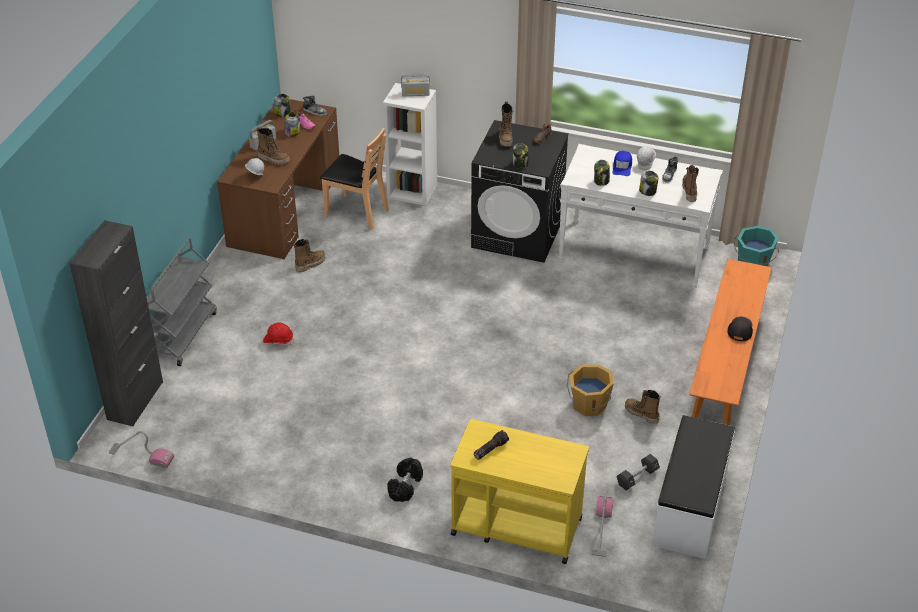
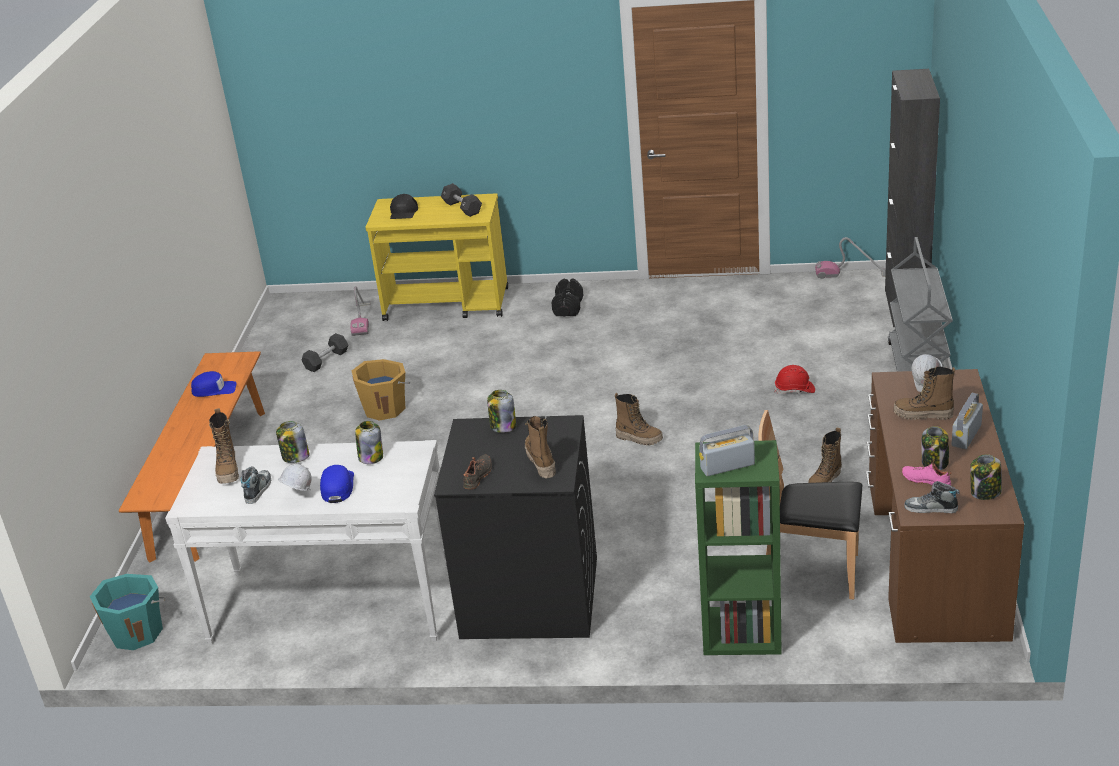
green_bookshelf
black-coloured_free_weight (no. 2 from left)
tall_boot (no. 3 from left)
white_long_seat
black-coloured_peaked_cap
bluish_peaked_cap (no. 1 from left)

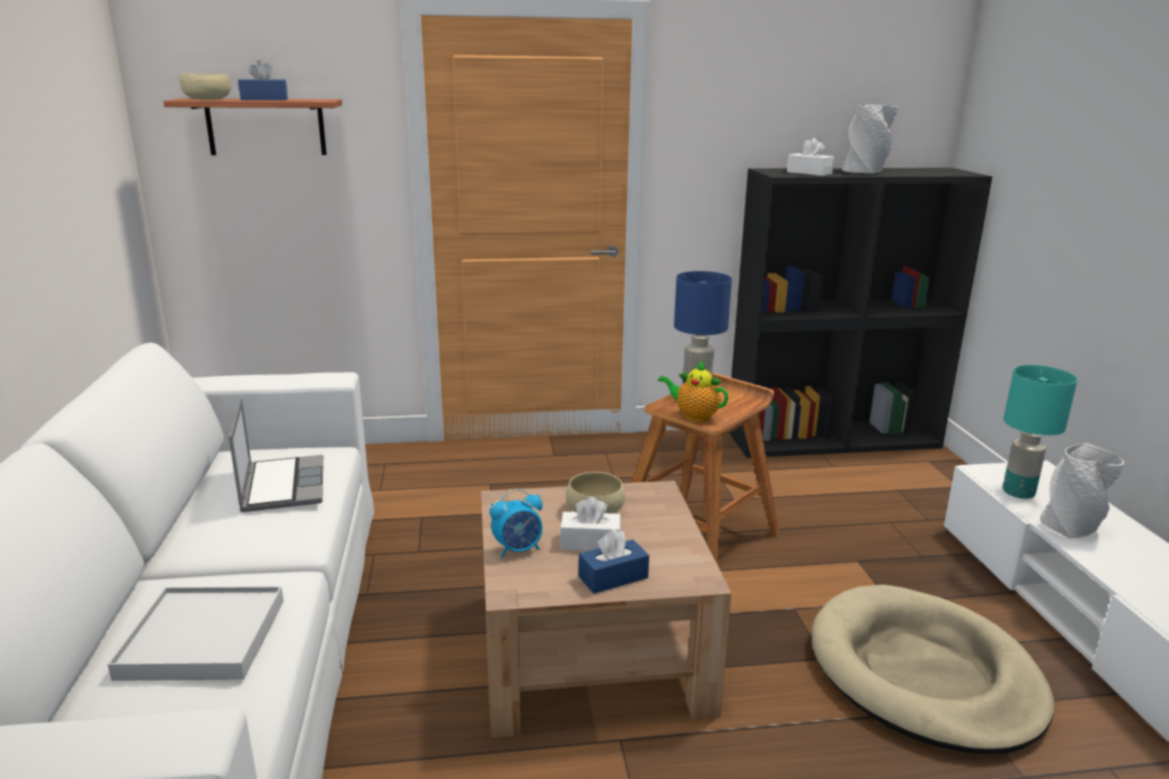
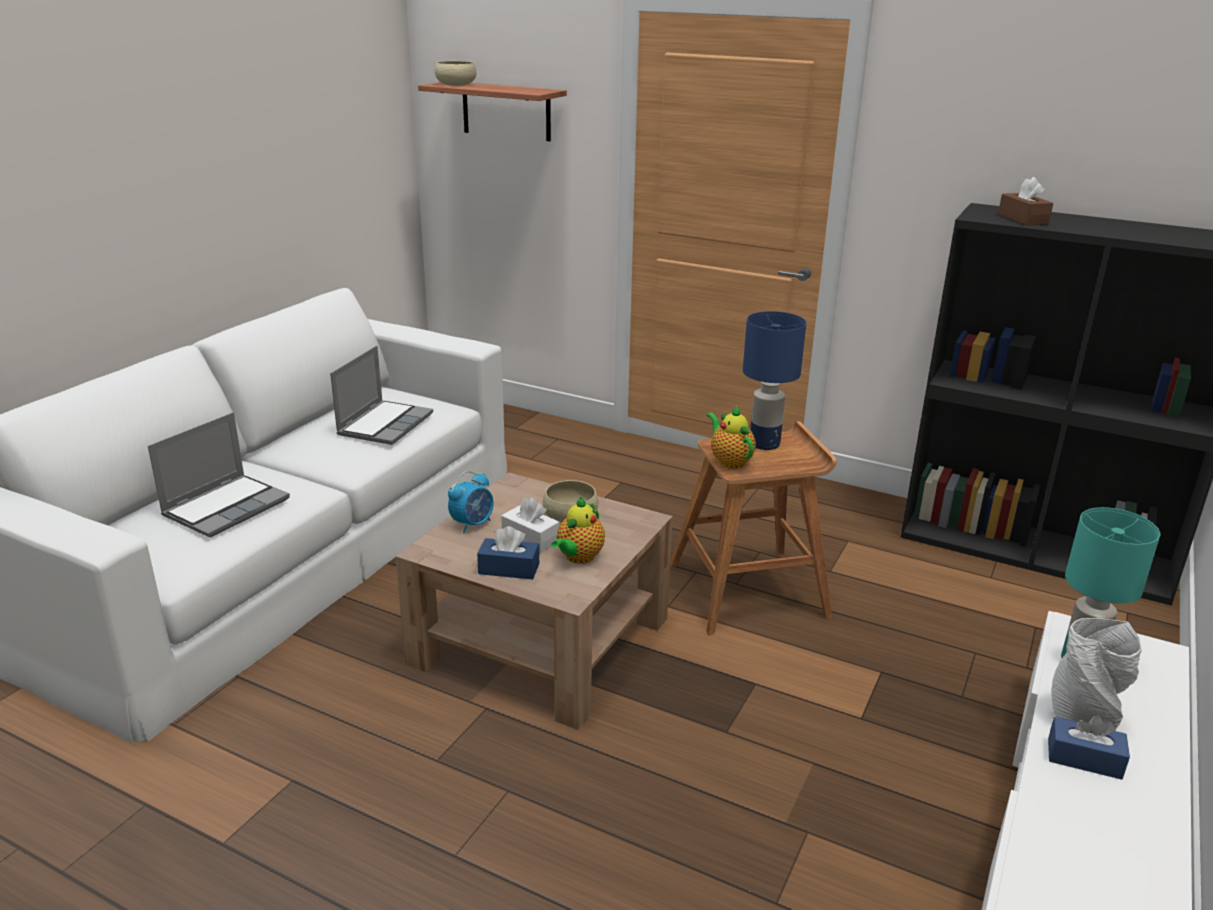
portable_computer (no. 1 from left)
bluish_tissue_holder (no. 2 from left)
bedside_clock
brownish_tissue_holder
beige-coloured_dog_bed
gray_vase (no. 1 from left in the first image)
teapot (no. 1 from left)

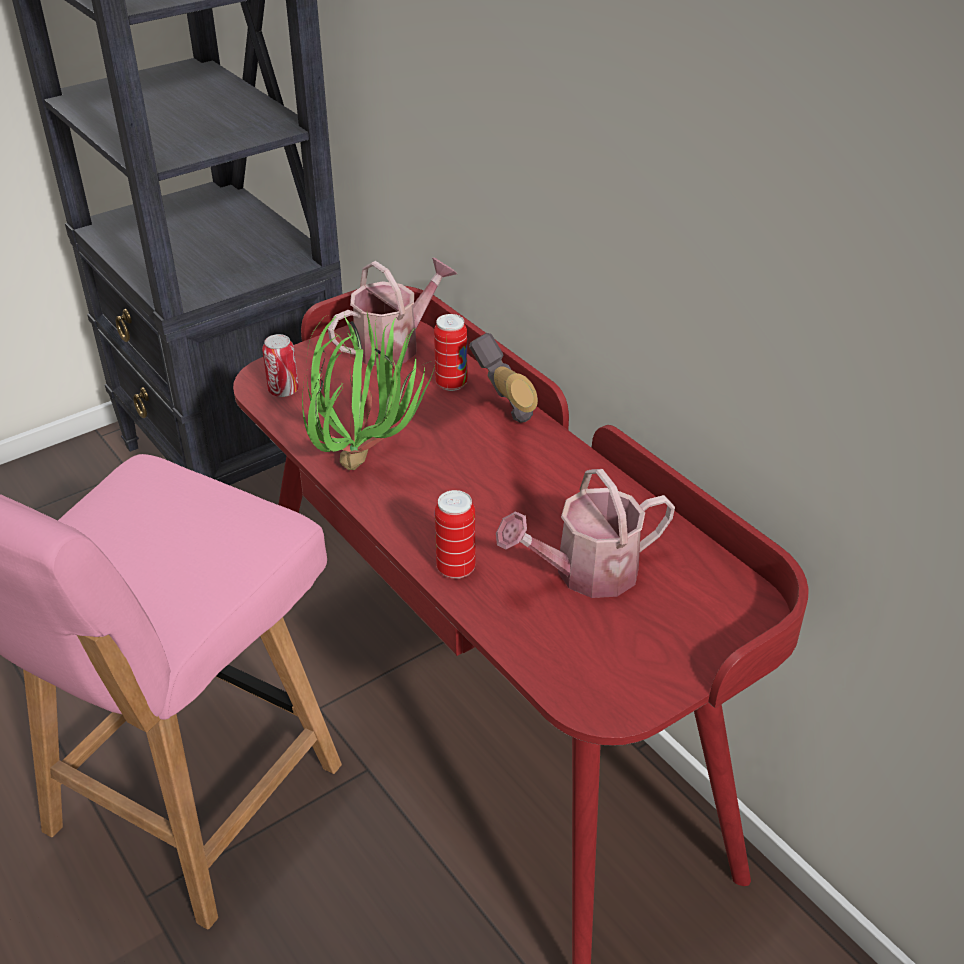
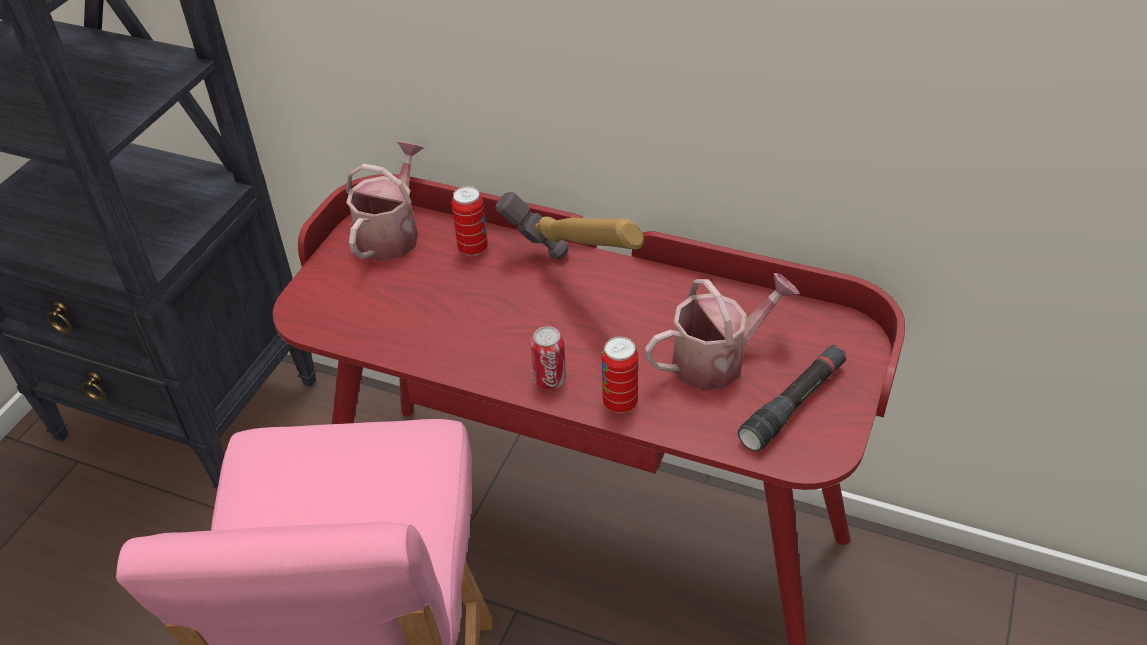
can (no. 2 from left)
plant_in_a_pot
watering_can (no. 2 from left)
black-coloured_flashlight

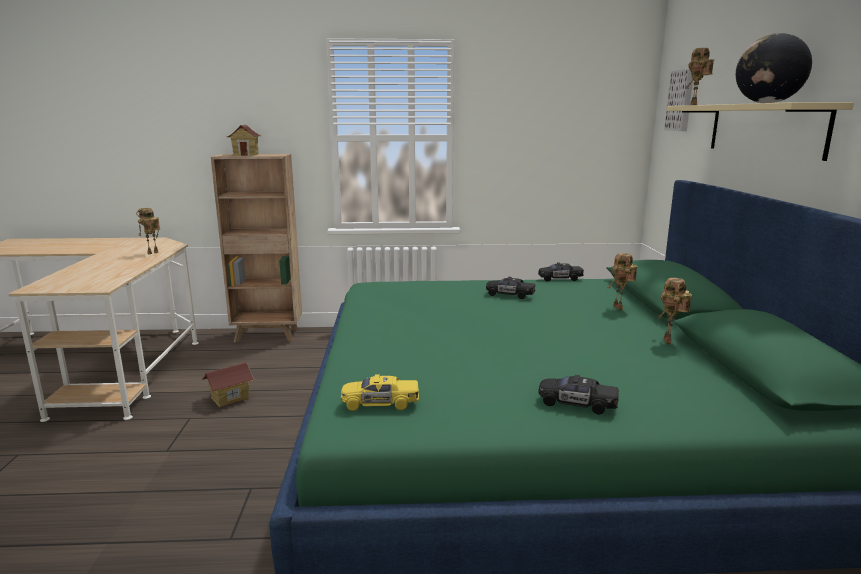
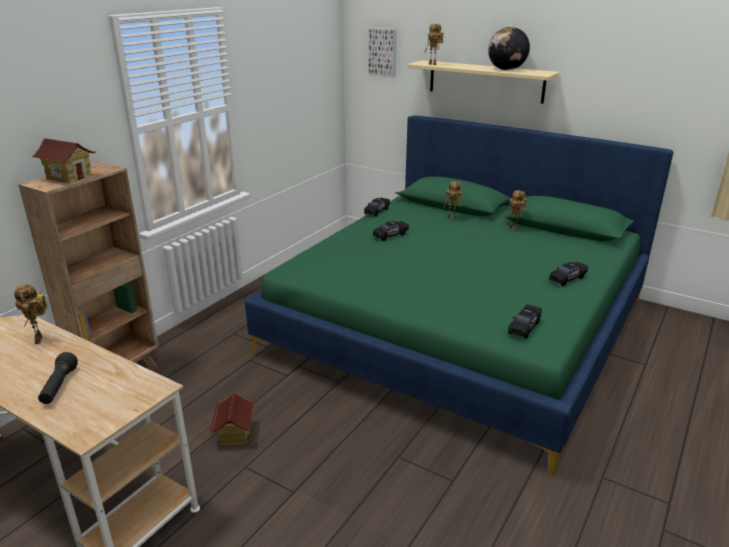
black-coloured_model_car (no. 3 from left)
black-coloured_flashlight

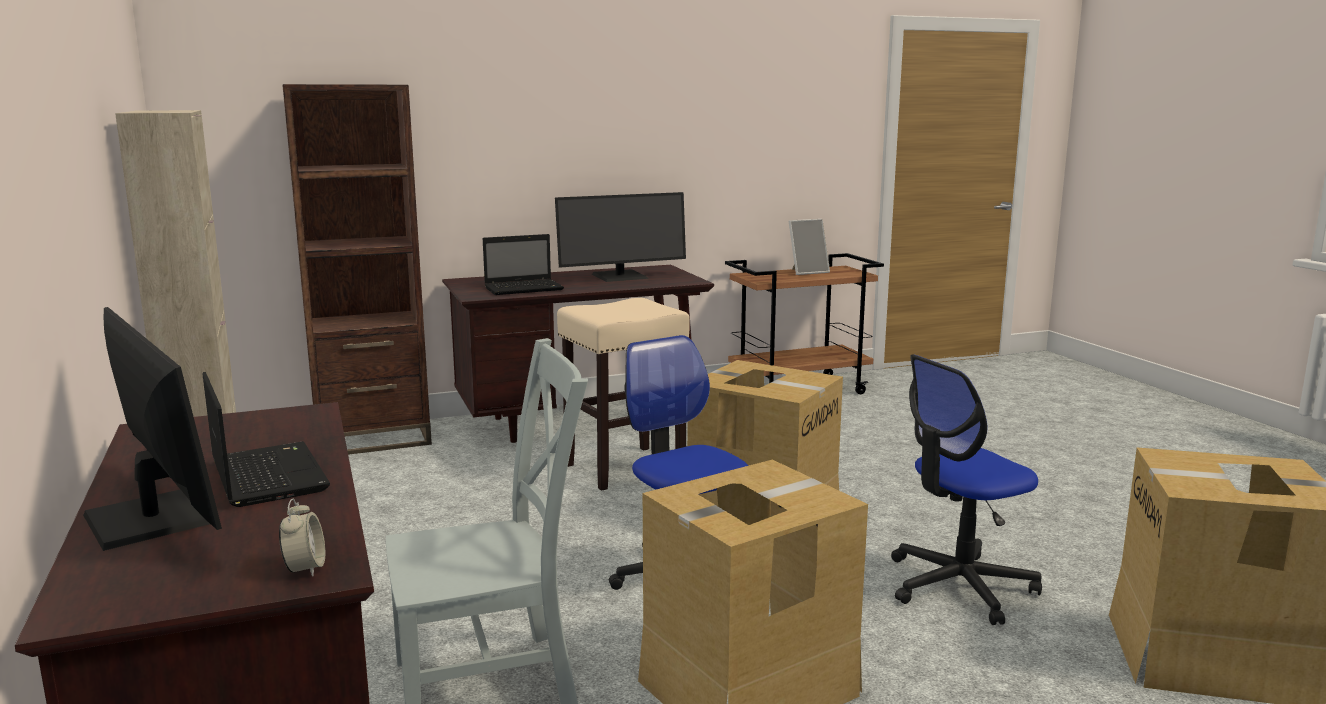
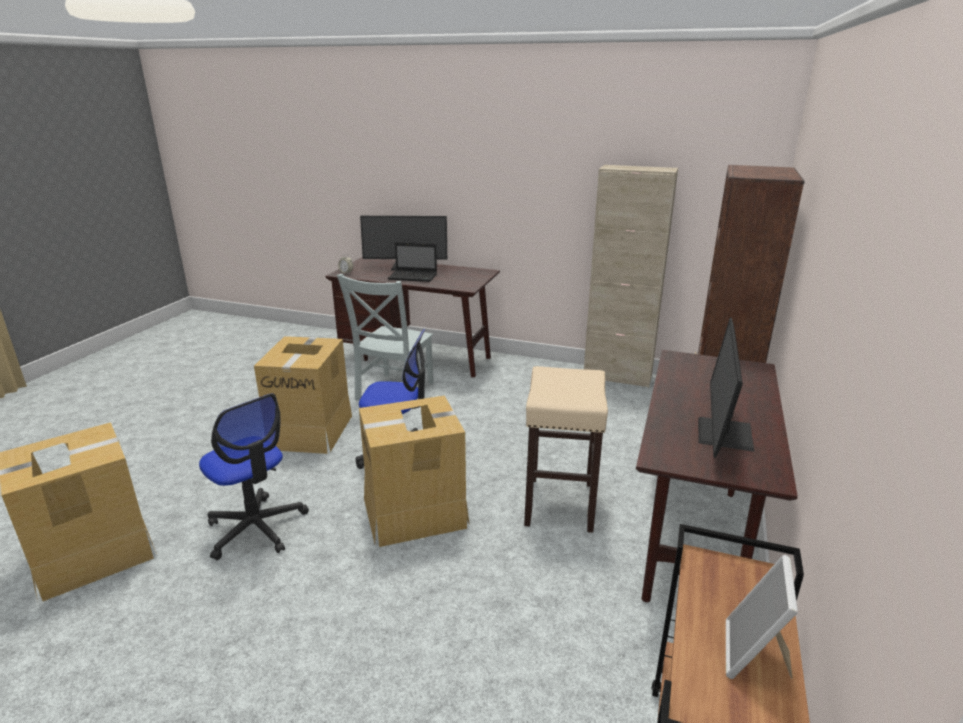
portable_computer (no. 2 from left in the first image)
desk_chair (no. 1 from left)

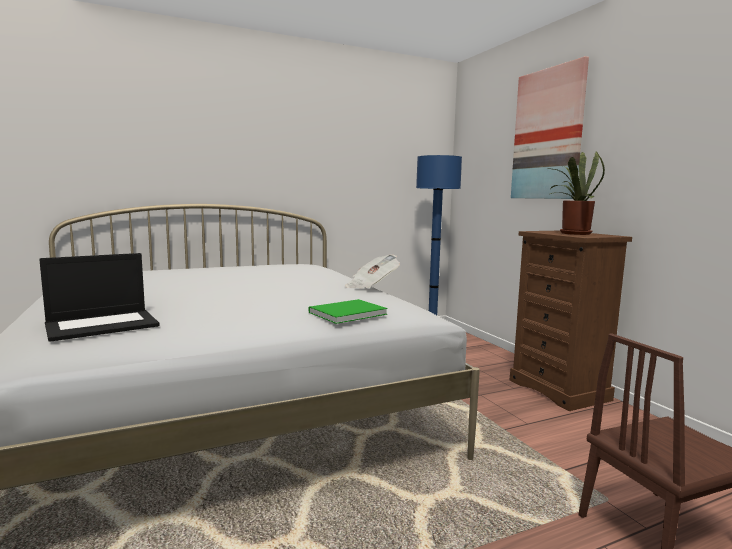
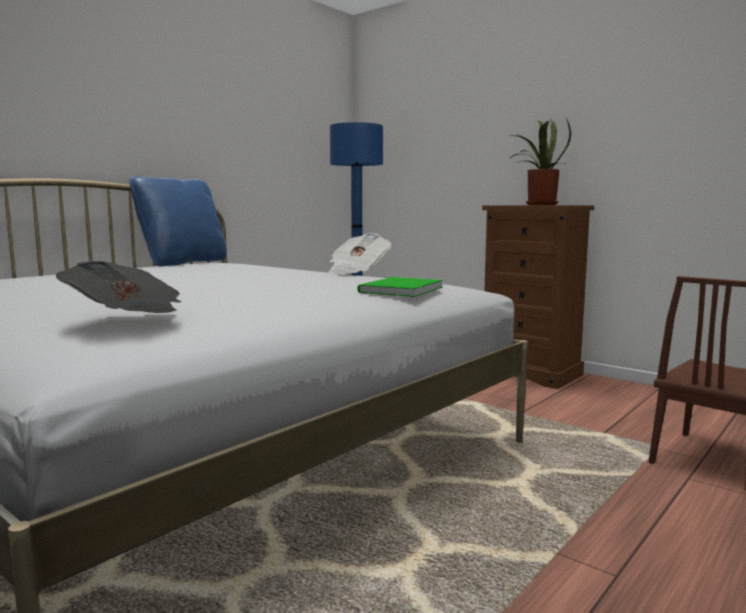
printed_paper (no. 1 from left)
wall_art
bluish_cushion

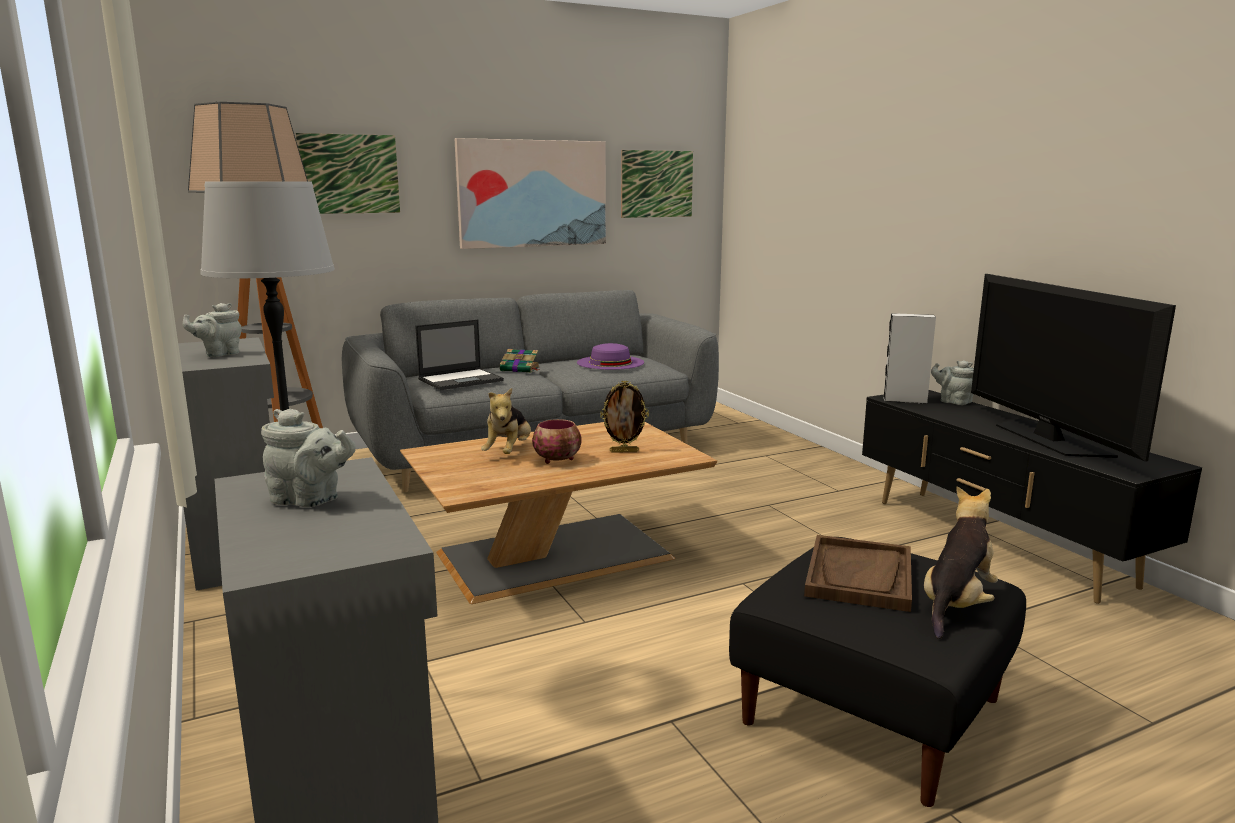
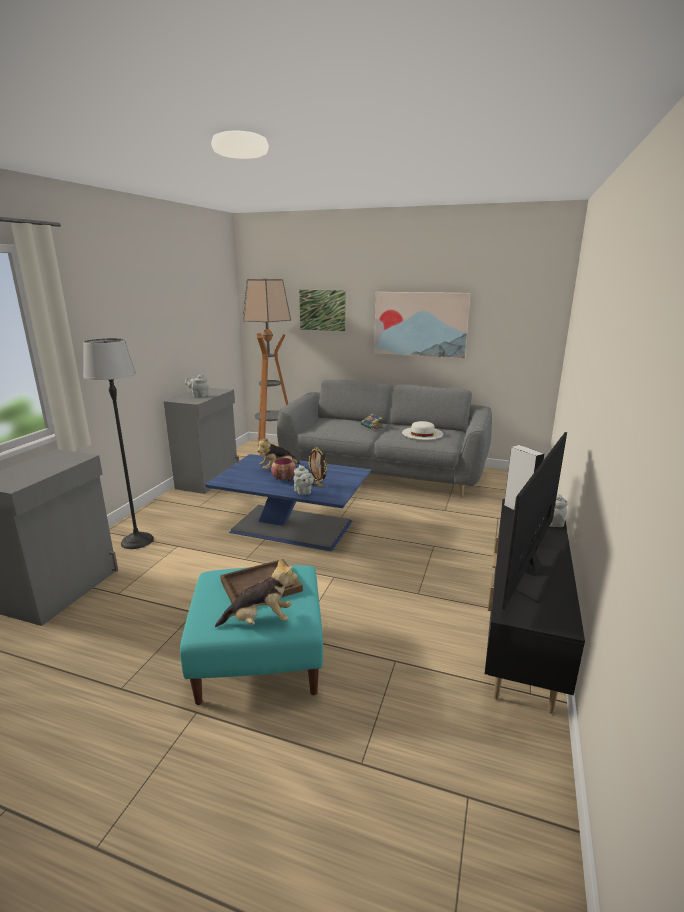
gray_teapot (no. 2 from left)
bluish_coffee_table
portable_computer
white_clothing_hat
wall_art (no. 3 from left in the first image)
turquoise-coloured_footrest

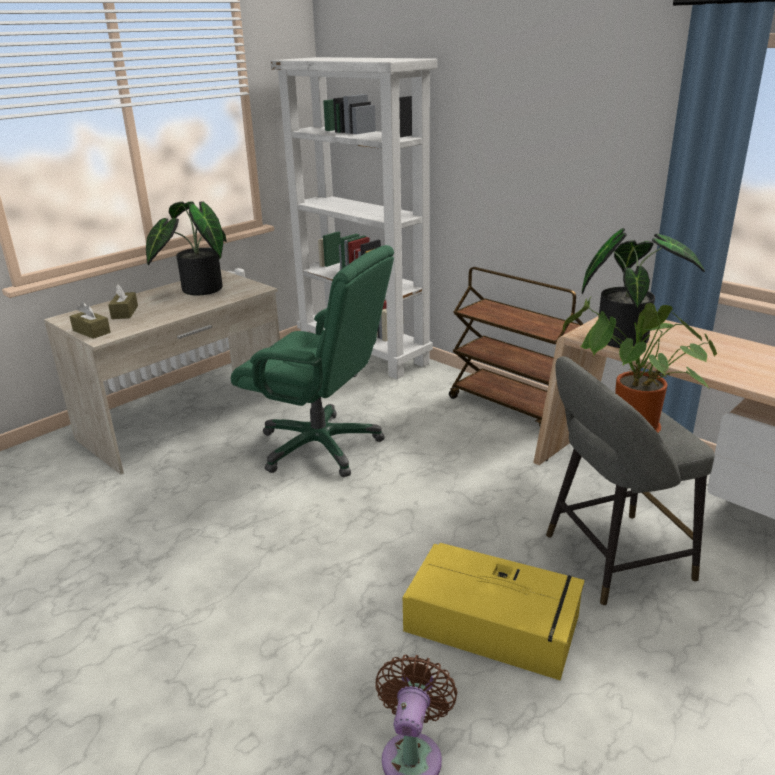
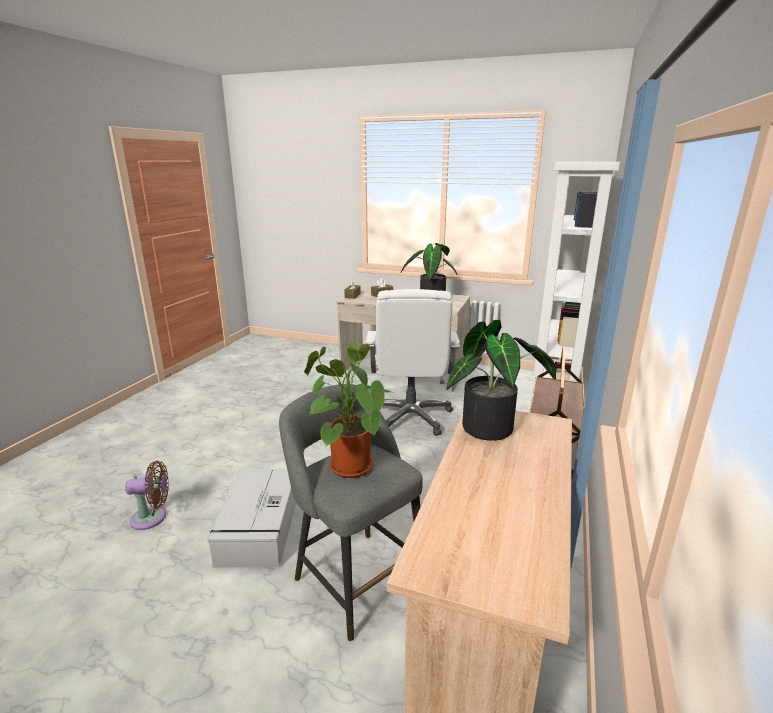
white_desk_chair
gray_storage_bin

